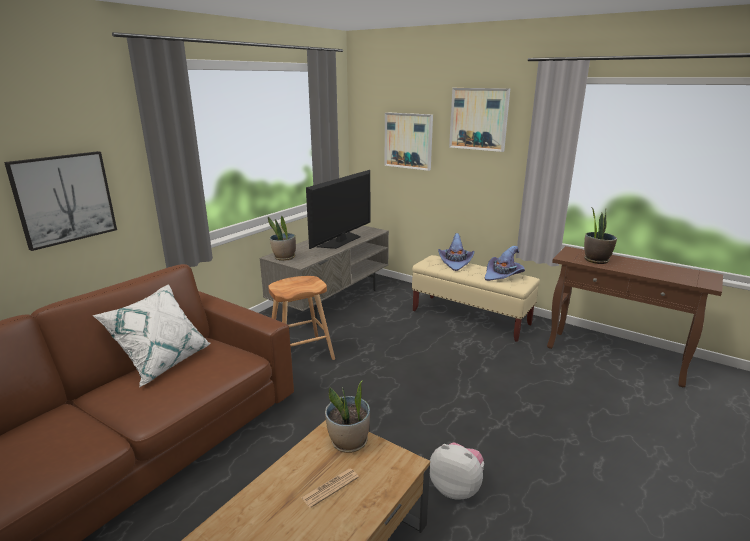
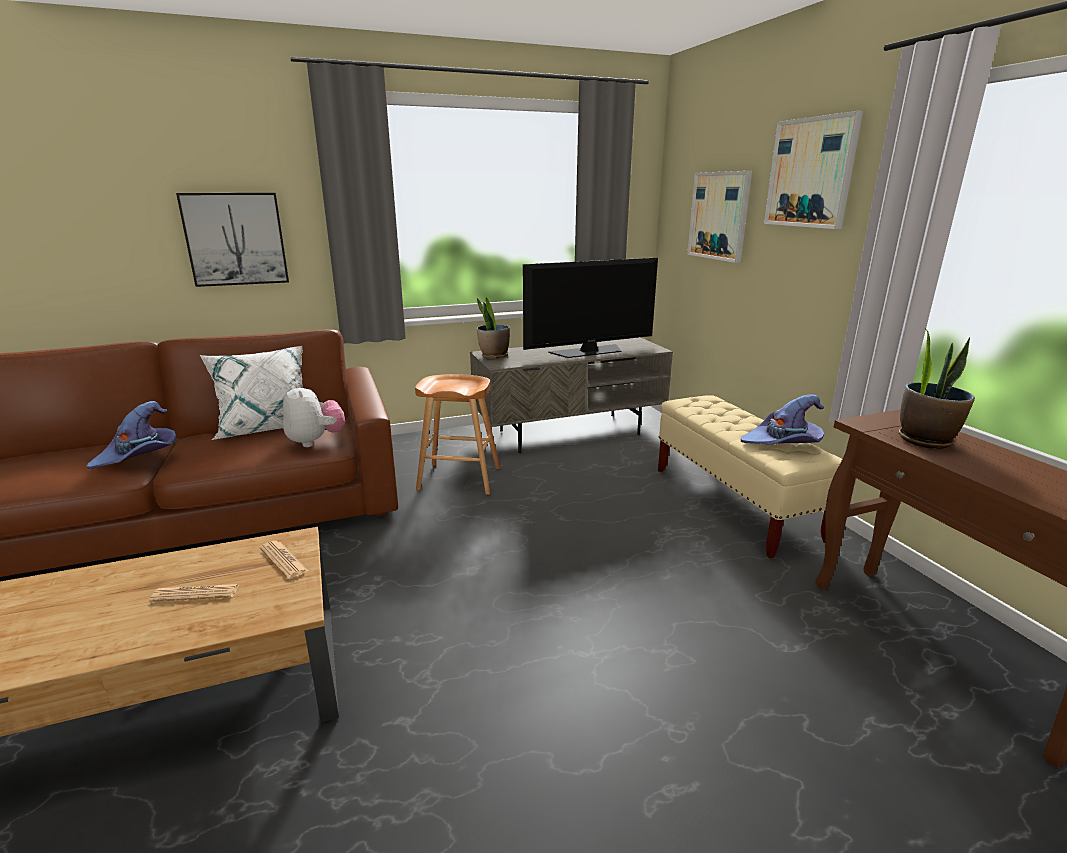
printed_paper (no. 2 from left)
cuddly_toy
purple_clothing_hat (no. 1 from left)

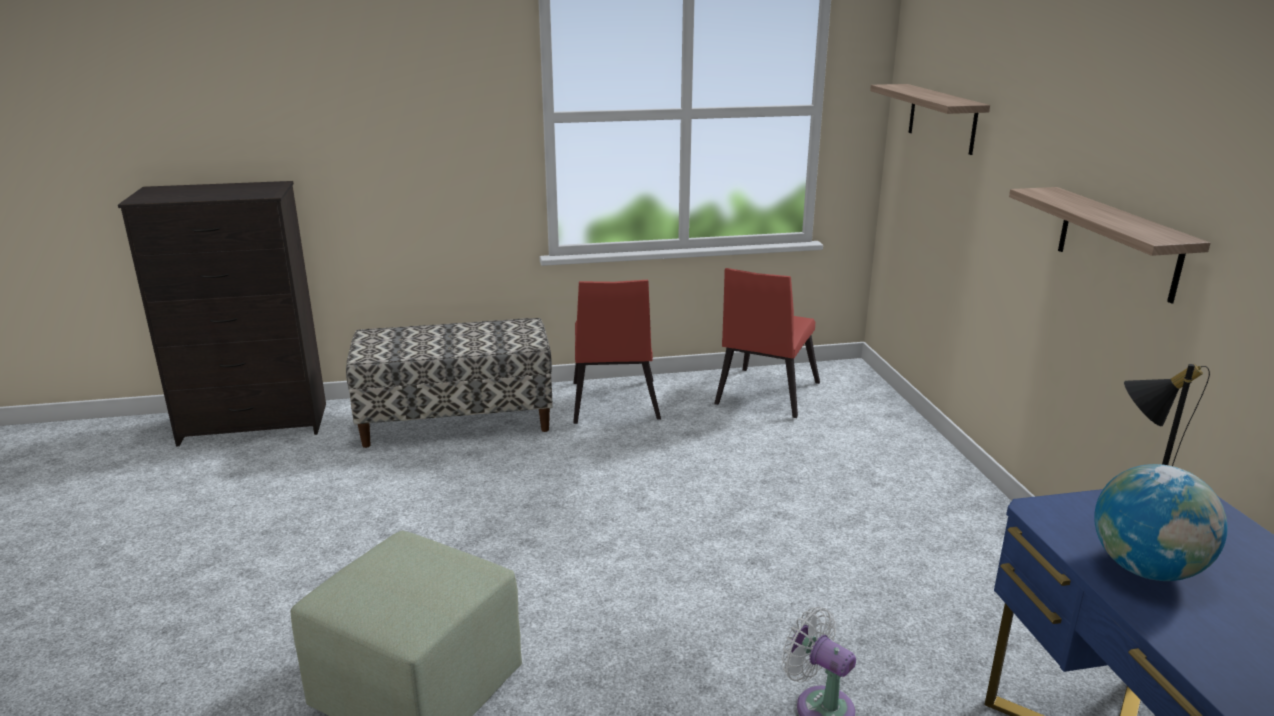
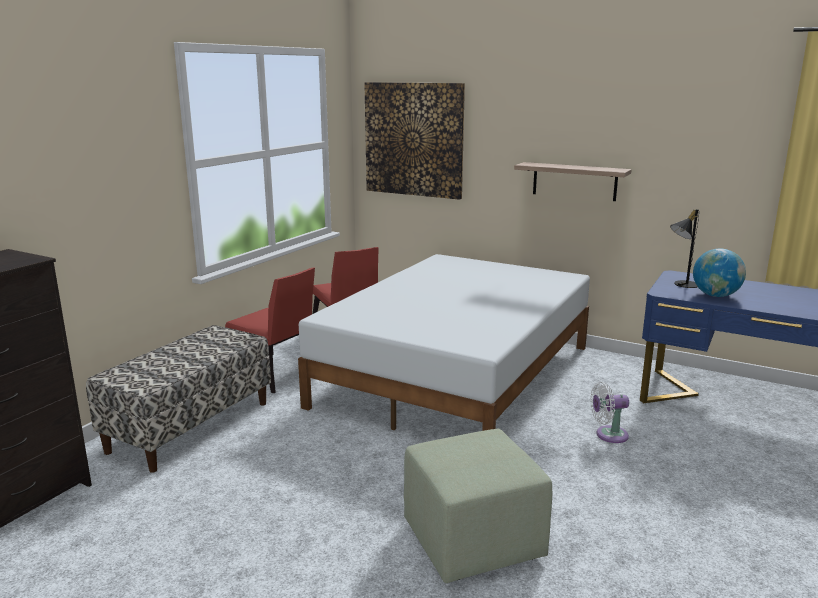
wall_art
white_sleeping_bed

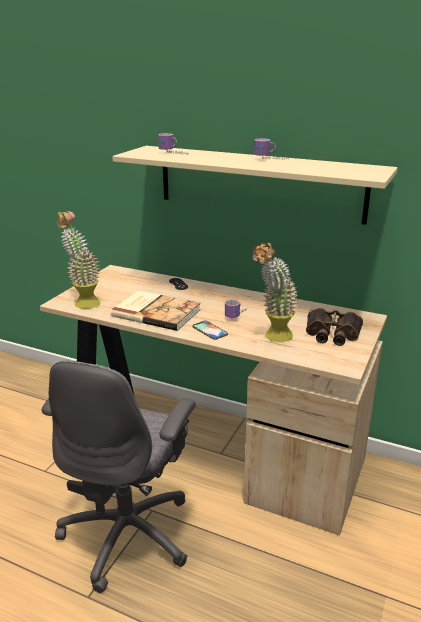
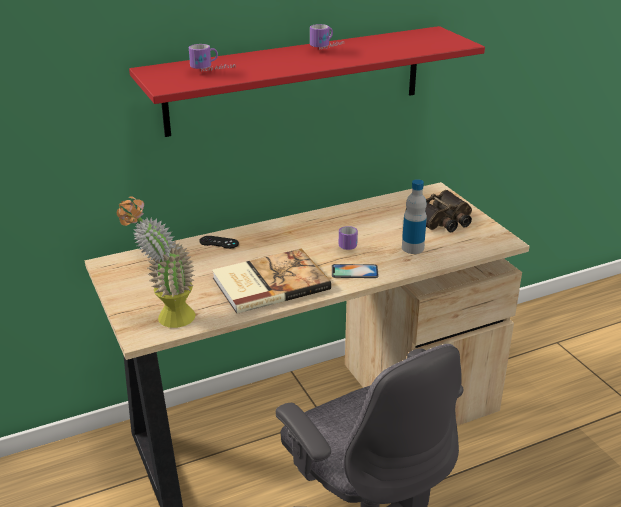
red_bracket_shelf
beverage_bottle

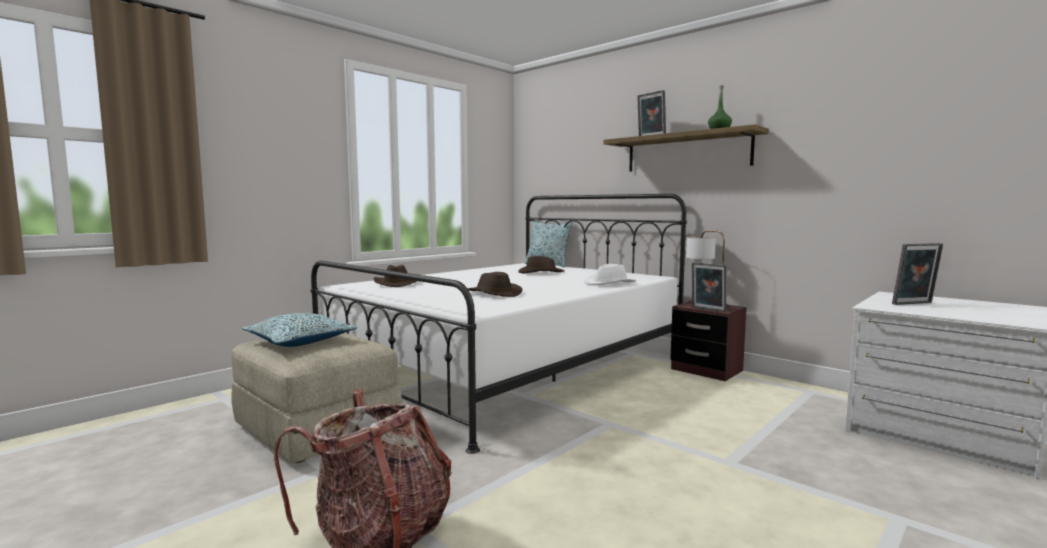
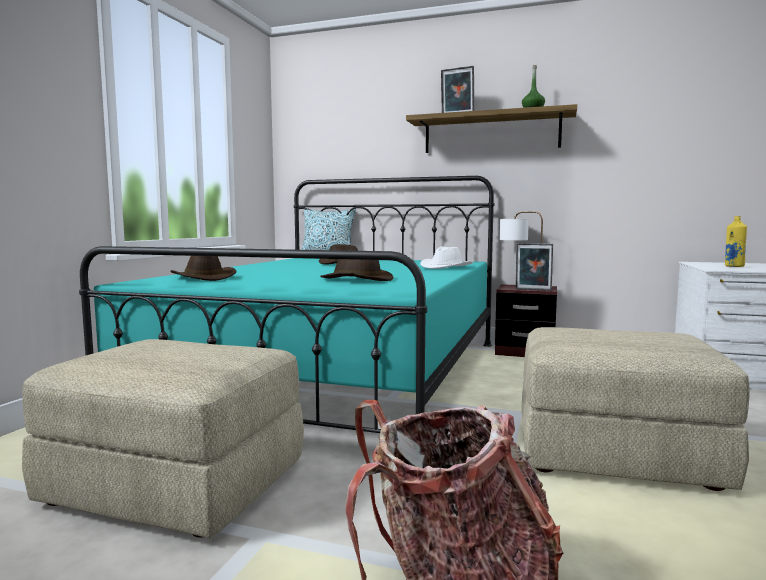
cushion (no. 1 from left in the first image)
turquoise-coloured_sleeping_bed
yellow_beverage_bottle
beige-coloured_footrest (no. 2 from left)

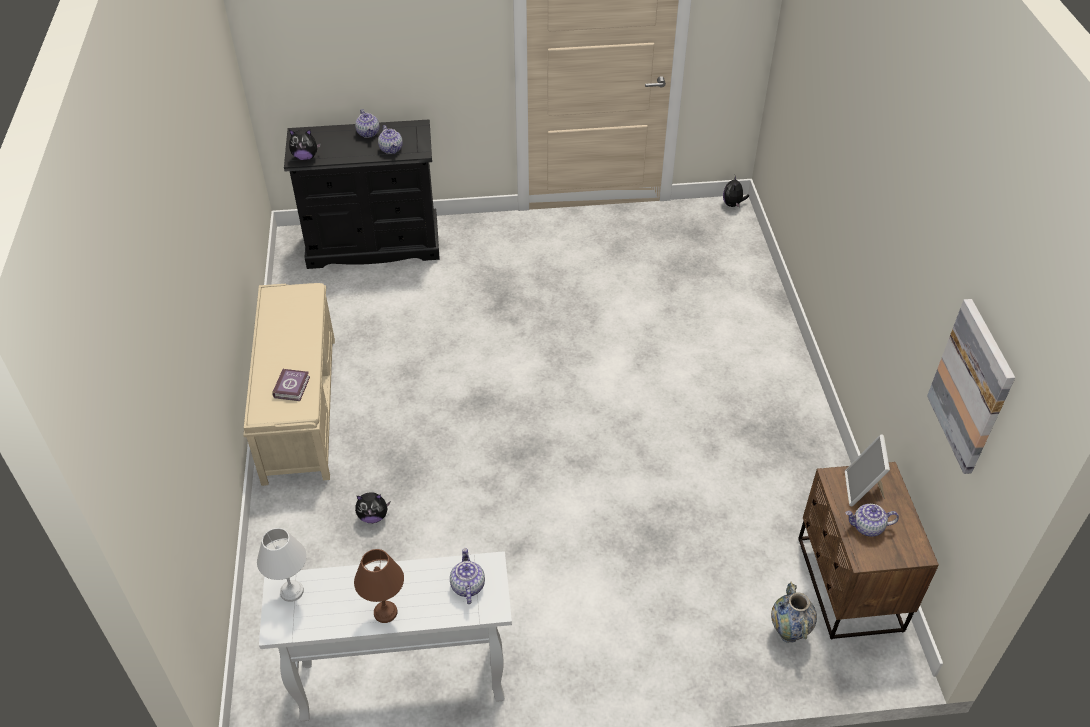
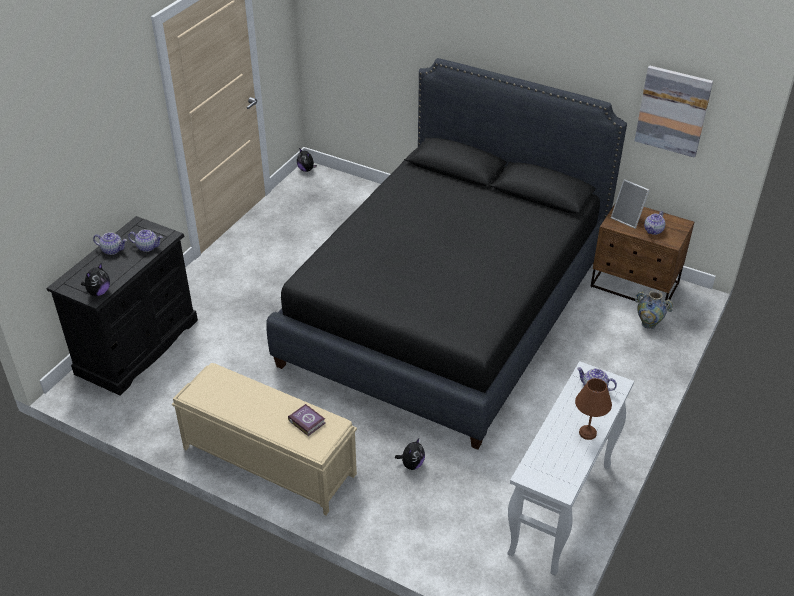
white_lamp_for_a_table
black-coloured_sleeping_bed

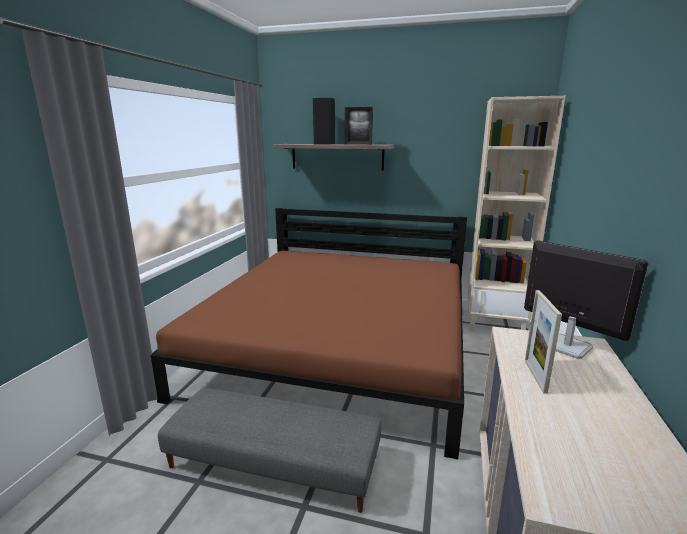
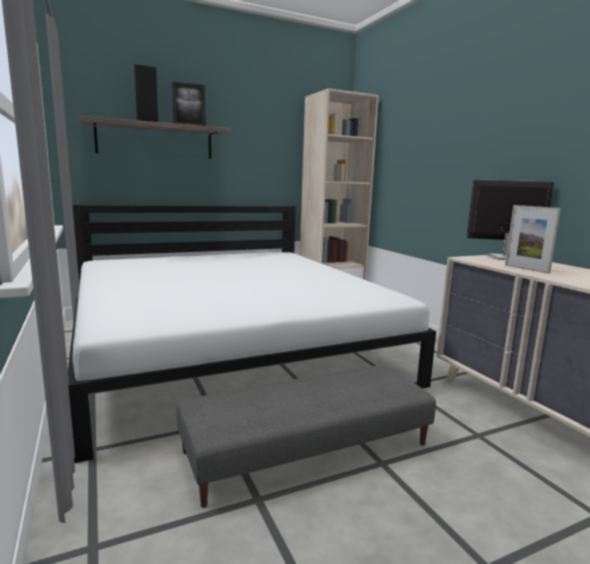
white_sleeping_bed

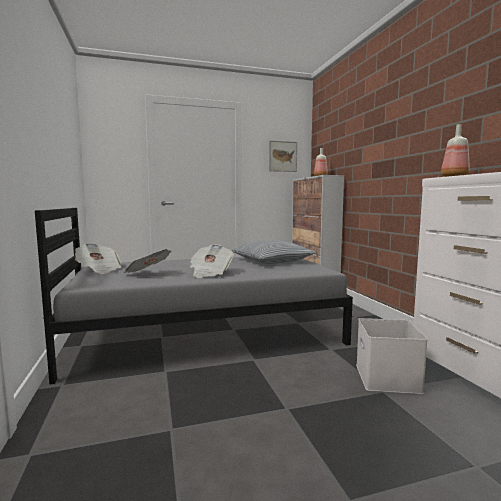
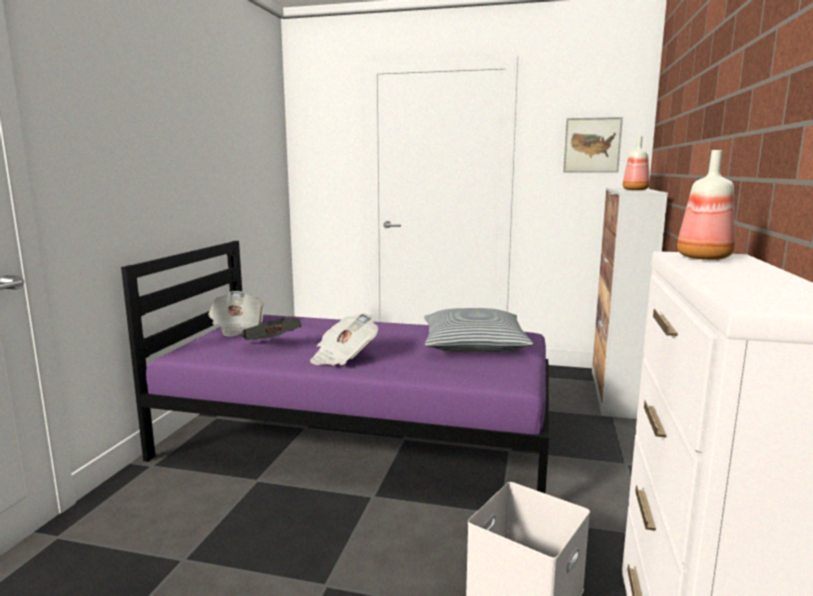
purple_sleeping_bed

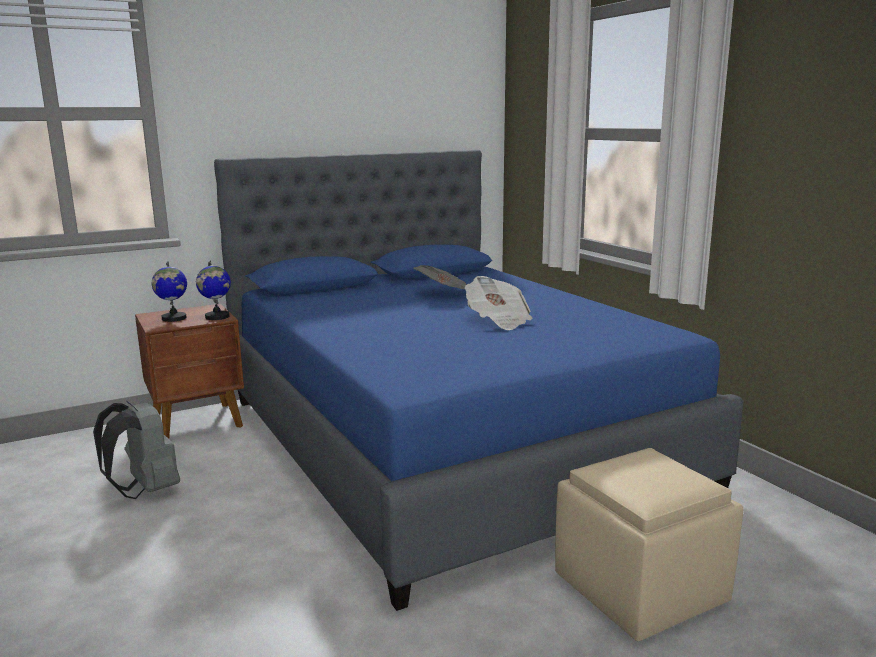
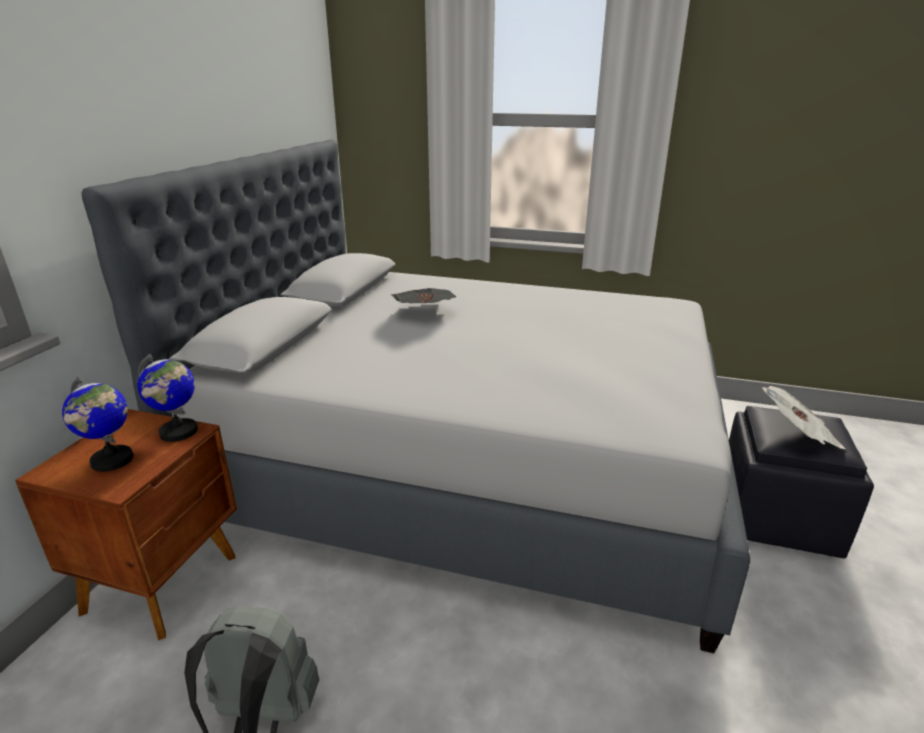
gray_sleeping_bed
printed_paper (no. 2 from left)
black-coloured_footrest

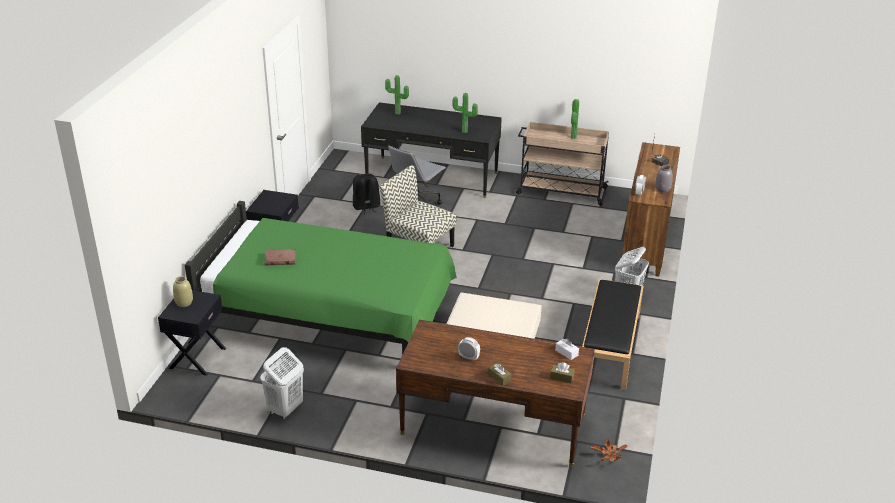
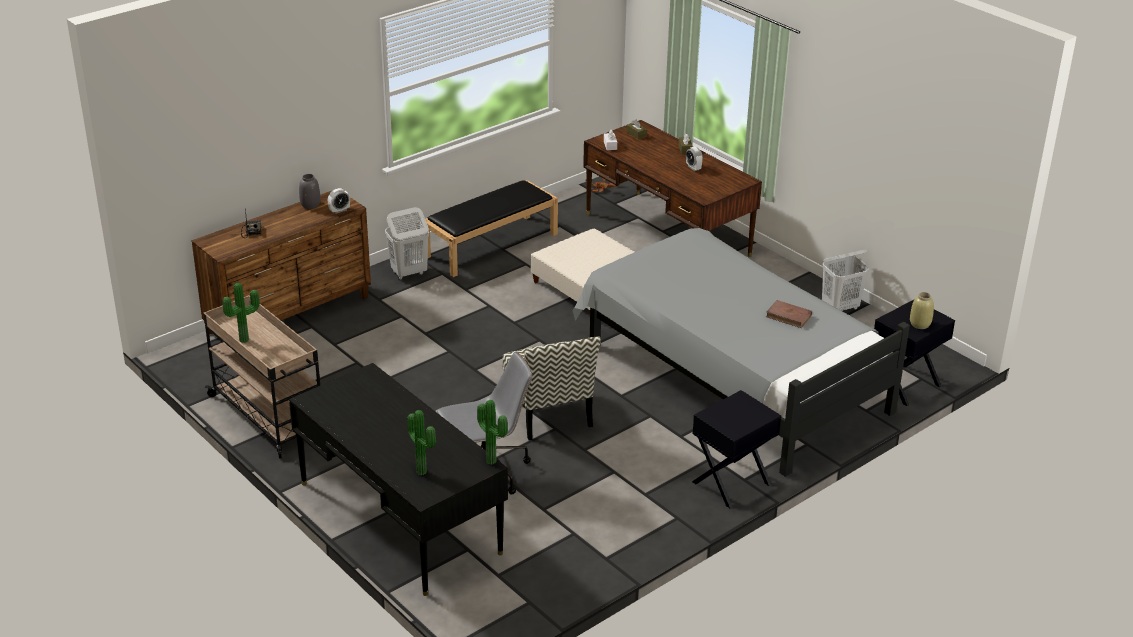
gray_sleeping_bed
black-coloured_backpack
plant_in_a_pot (no. 3 from left)

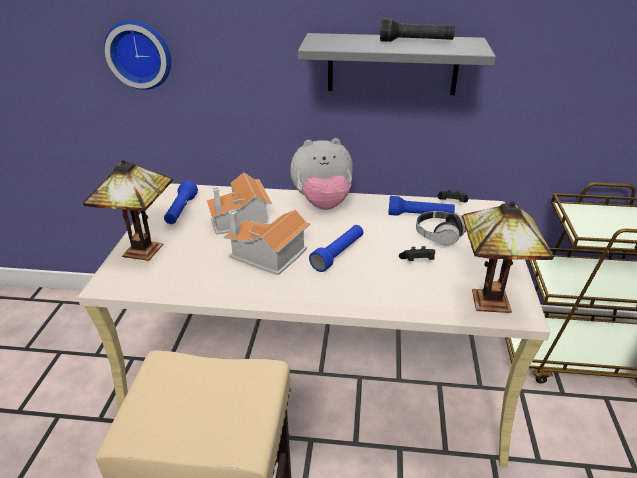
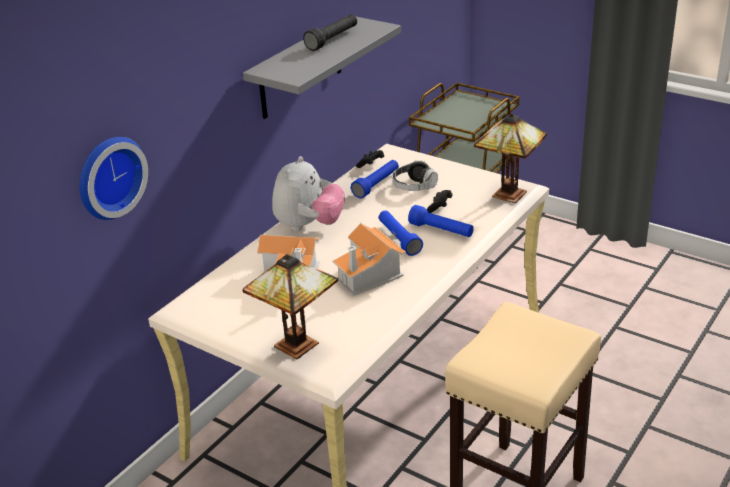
bluish_flashlight (no. 3 from left)

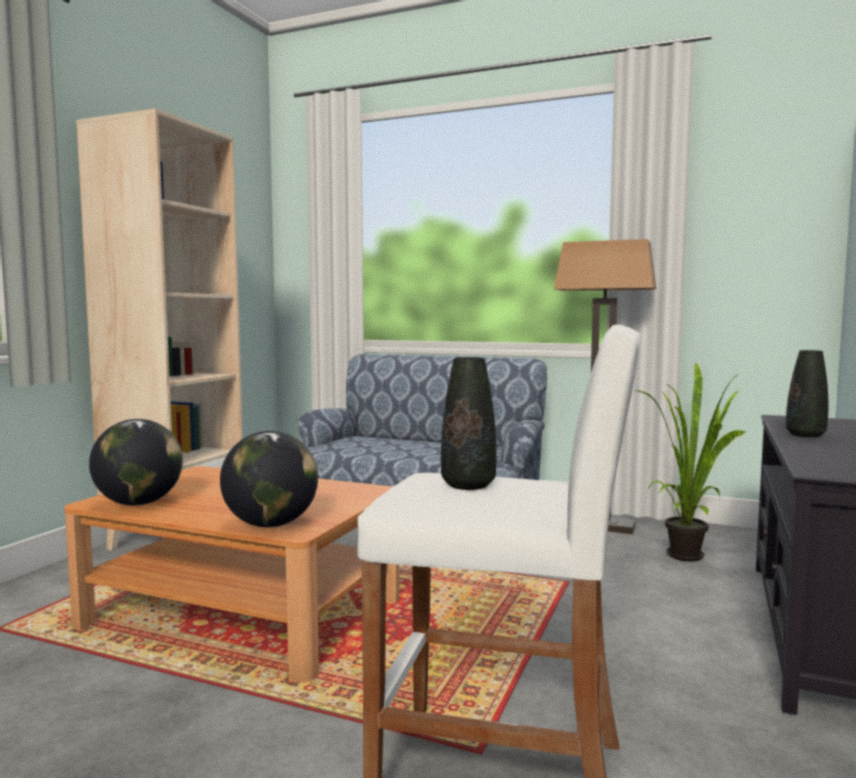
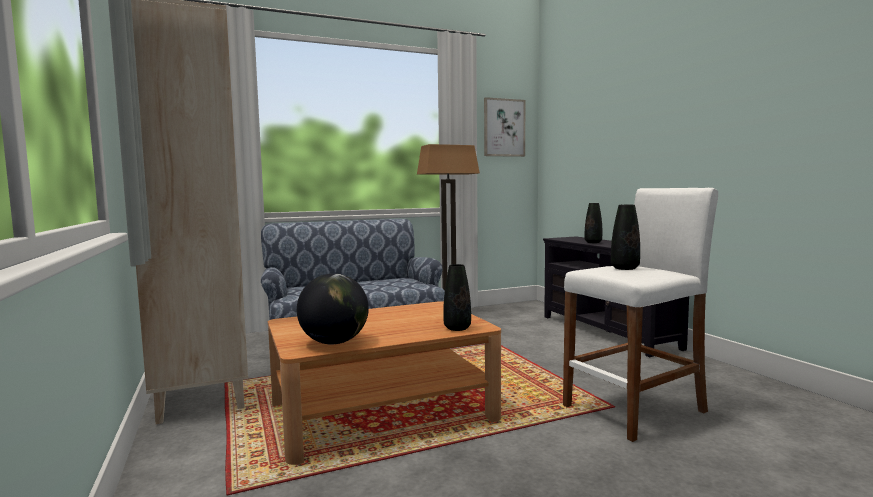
black-coloured_vase (no. 1 from left)
plant_in_a_pot
wall_art

